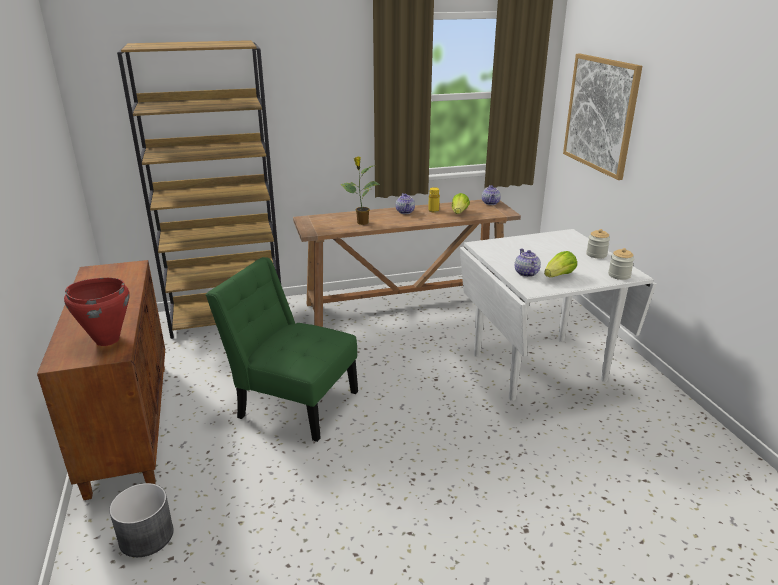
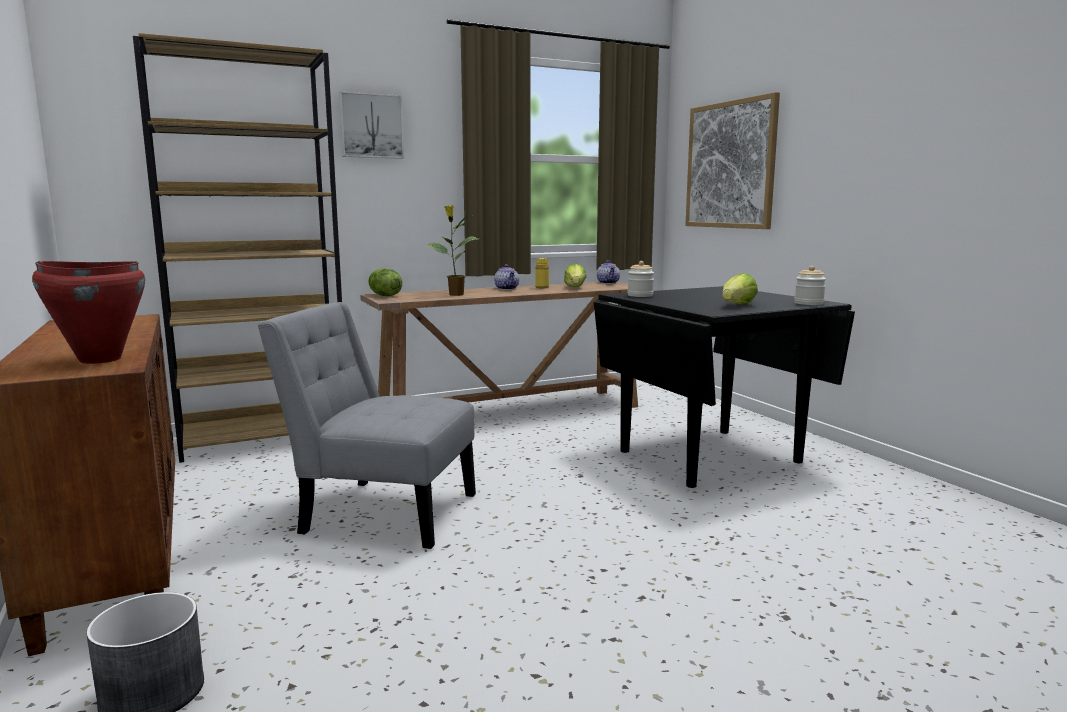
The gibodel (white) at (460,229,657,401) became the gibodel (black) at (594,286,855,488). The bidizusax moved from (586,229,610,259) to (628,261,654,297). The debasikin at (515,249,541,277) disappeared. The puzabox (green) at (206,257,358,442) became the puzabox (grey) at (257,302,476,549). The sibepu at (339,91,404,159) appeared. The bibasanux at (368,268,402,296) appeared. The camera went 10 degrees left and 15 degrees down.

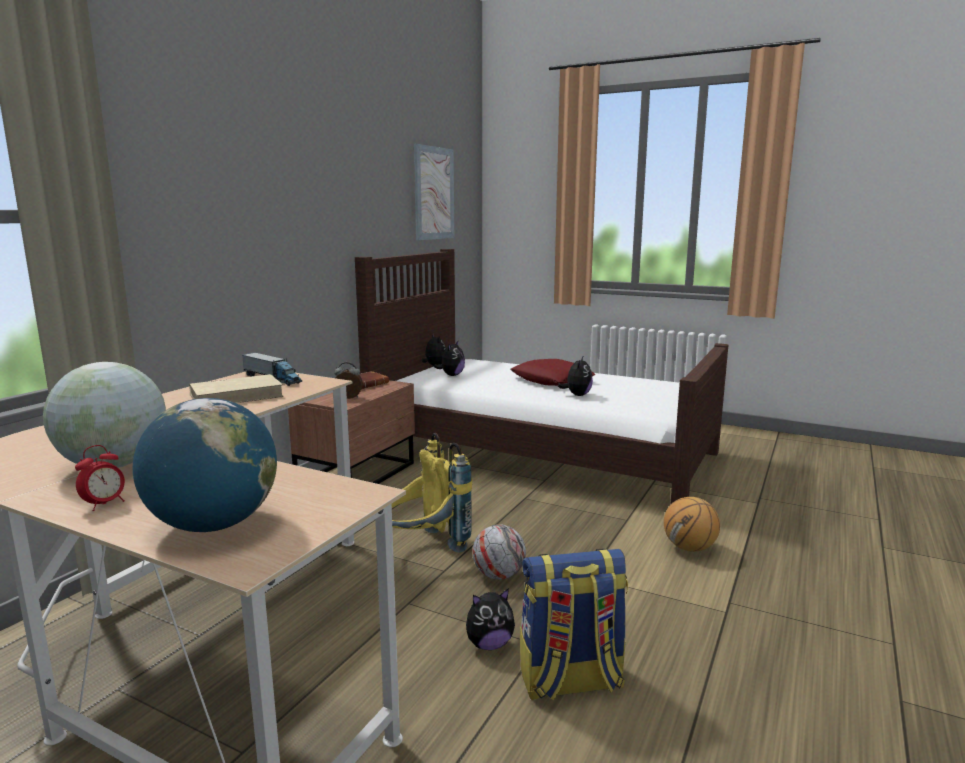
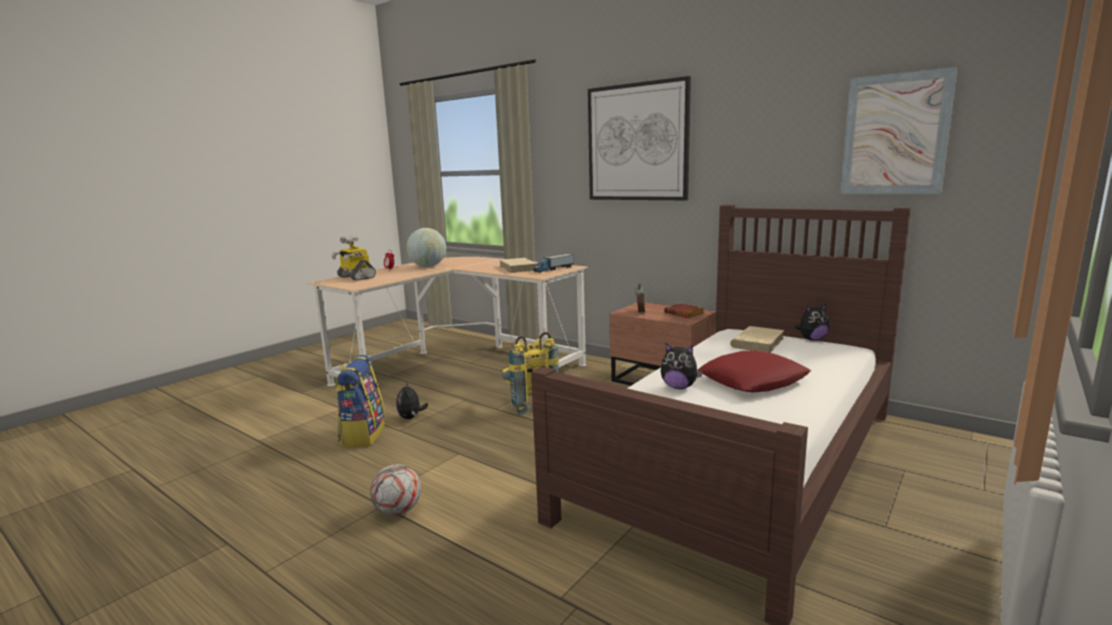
The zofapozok at (434,341,465,376) was replaced by the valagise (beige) at (730,326,785,353). The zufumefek at (133,398,277,532) was replaced by the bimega at (331,236,376,281). The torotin at (664,497,720,552) disappeared. The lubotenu moved from (473,524,526,580) to (370,464,421,516). The sibepu at (588,76,691,200) appeared. The camera went 100 degrees right and 0 degrees up.

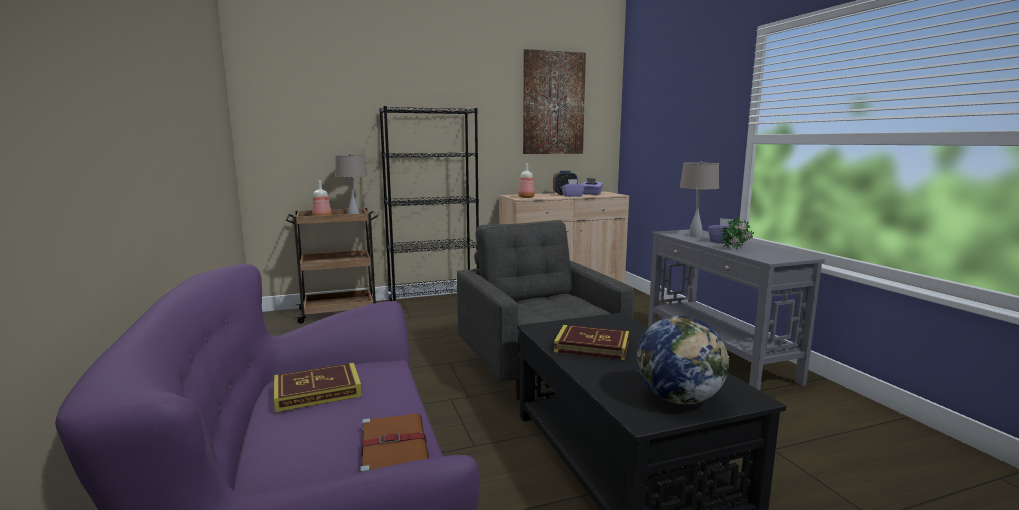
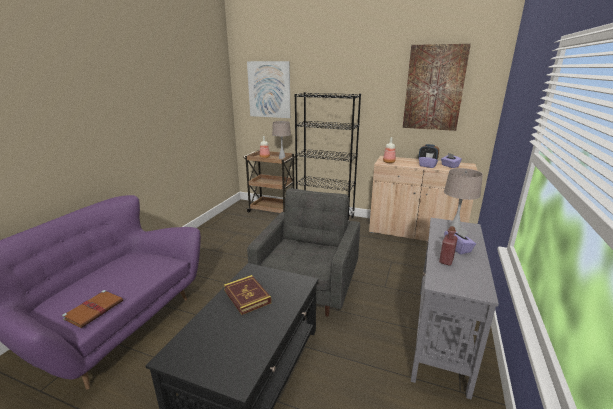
The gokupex at (721,216,754,250) was replaced by the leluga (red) at (439,226,458,265). The zufumefek at (637,316,729,405) disappeared. The valagise at (274,363,362,412) disappeared. The sibepu at (247,61,291,118) appeared. The camera went 40 degrees right and 10 degrees up.

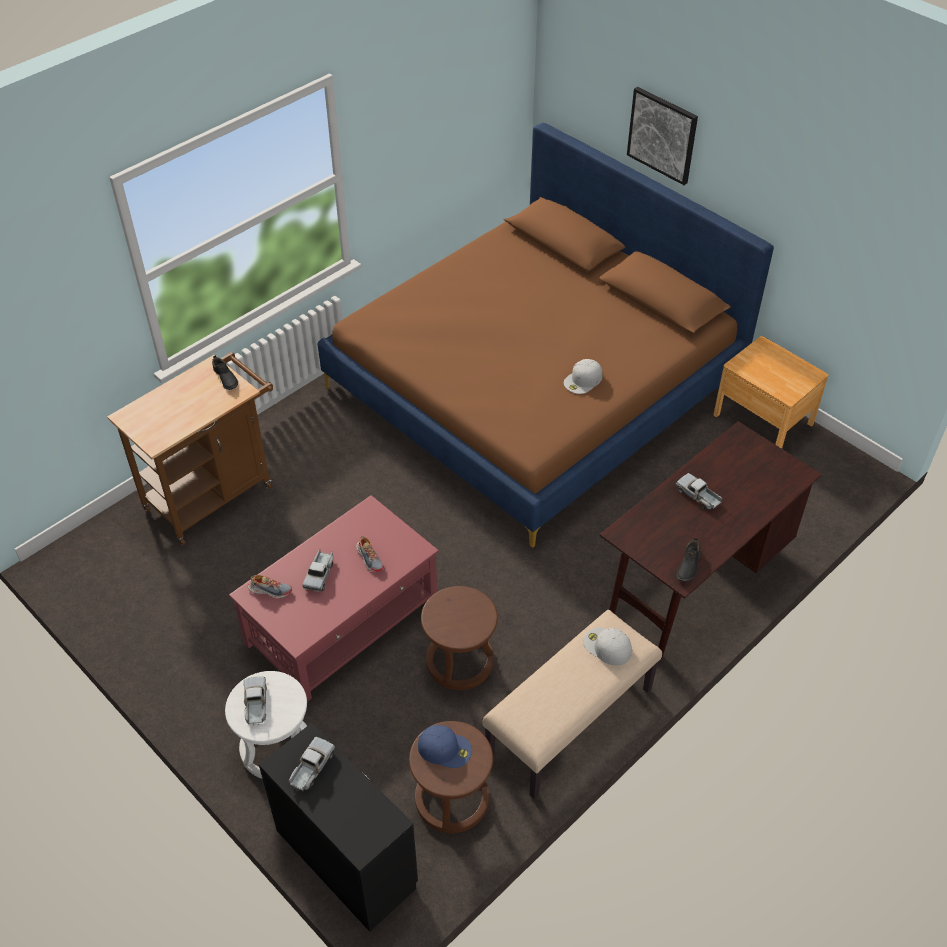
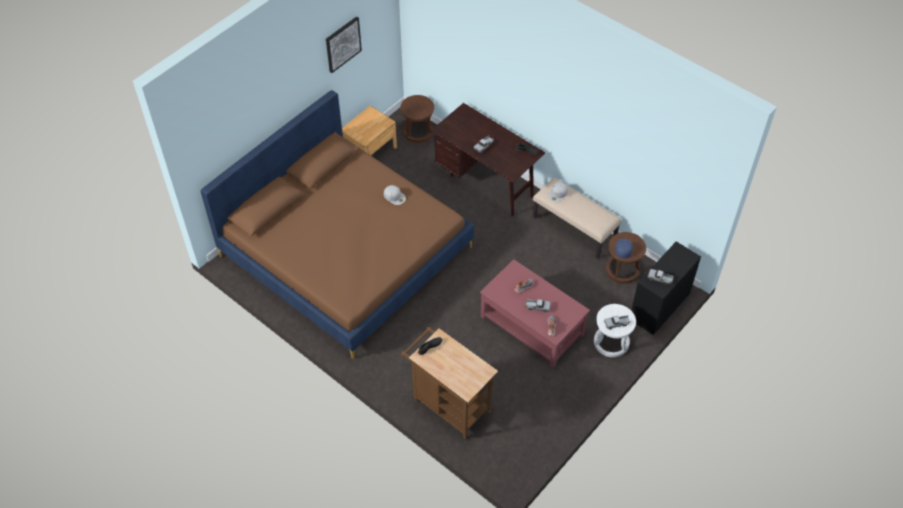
The sibepu moved from (627,87,698,185) to (326,16,362,73). The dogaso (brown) moved from (421,586,498,690) to (400,95,434,143). The camera went 95 degrees left and 5 degrees up.

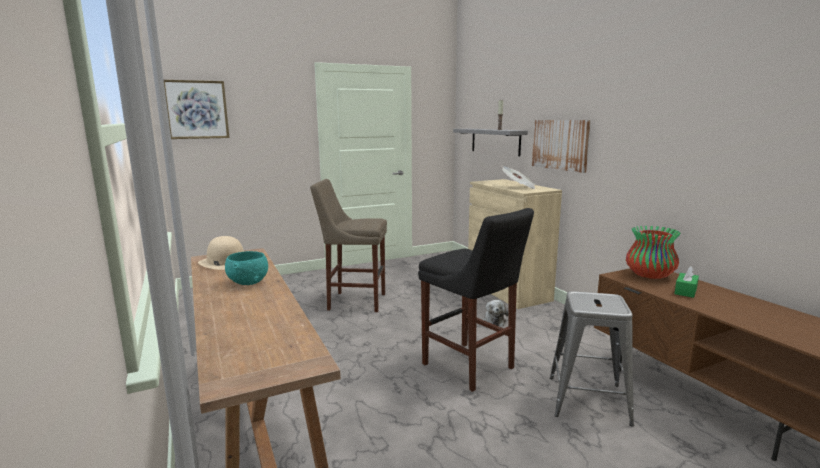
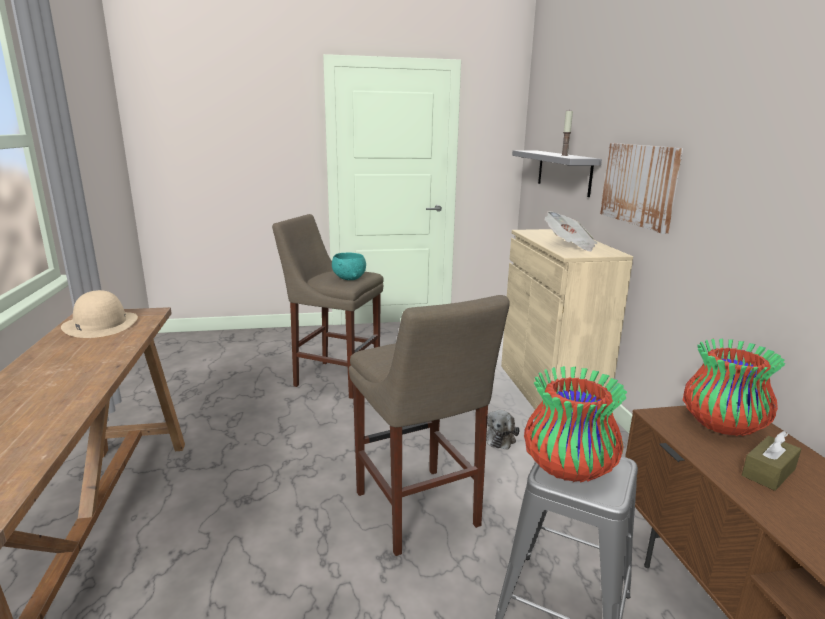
The sibepu at (164,80,229,139) disappeared. The dogaso (black) at (418,208,534,392) became the dogaso (beige) at (349,295,510,556). The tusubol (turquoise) moved from (225,251,268,285) to (332,253,366,280). The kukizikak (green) at (675,266,699,298) became the kukizikak (brown) at (742,431,801,491). The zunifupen at (524,366,627,483) appeared. The camera went 15 degrees right and 5 degrees up.

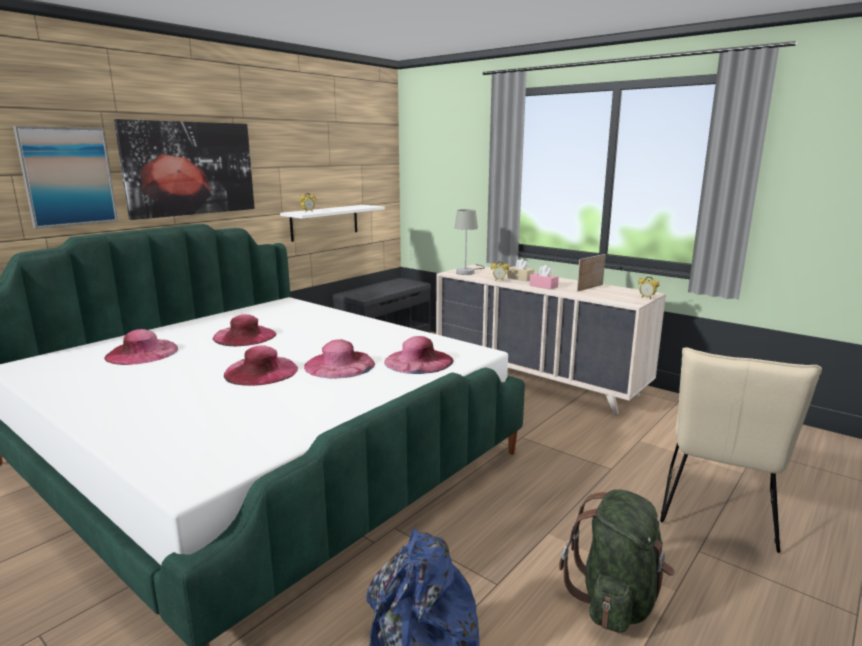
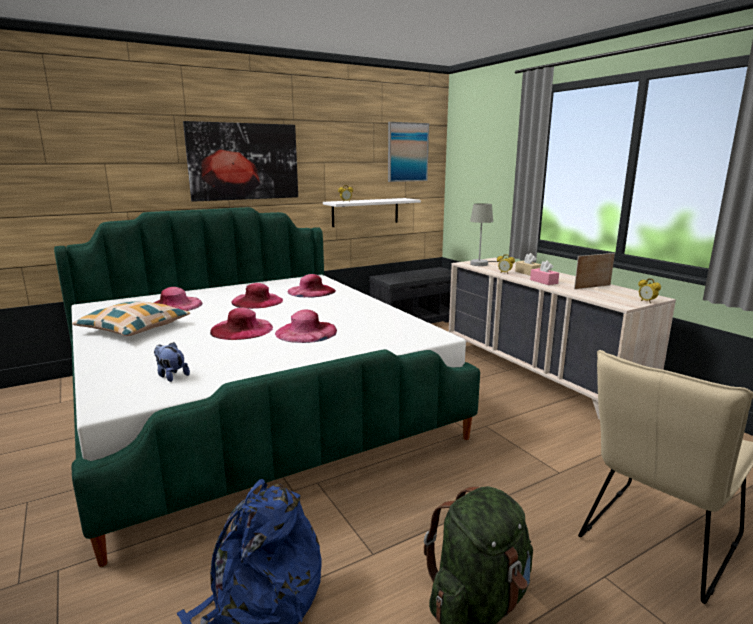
The sibepu moved from (13,126,118,229) to (388,122,429,182). The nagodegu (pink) moved from (384,336,453,374) to (288,274,336,297). The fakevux at (72,301,190,336) appeared. The zofapozok at (154,342,190,382) appeared. The camera went 20 degrees right and 0 degrees up.

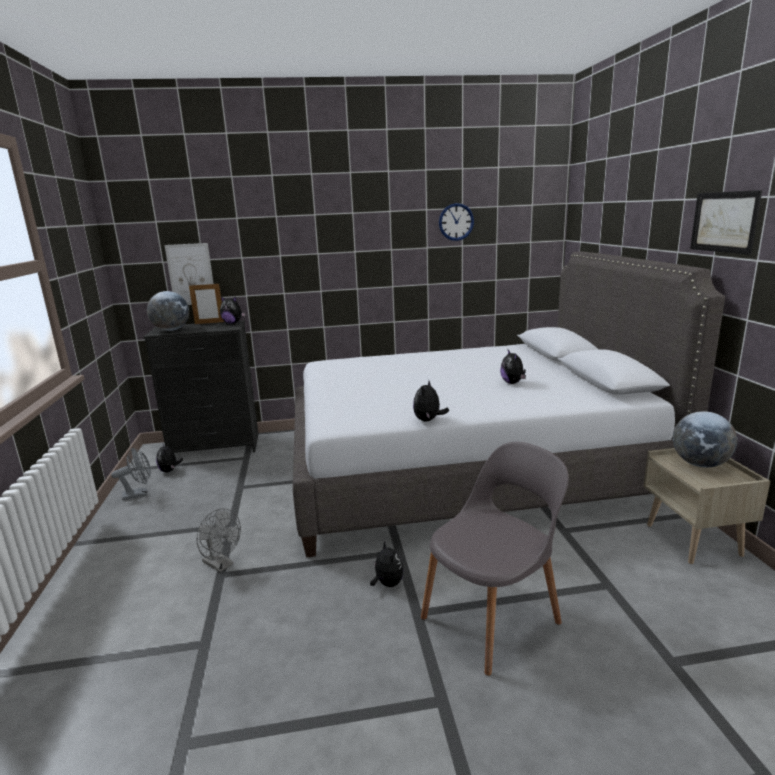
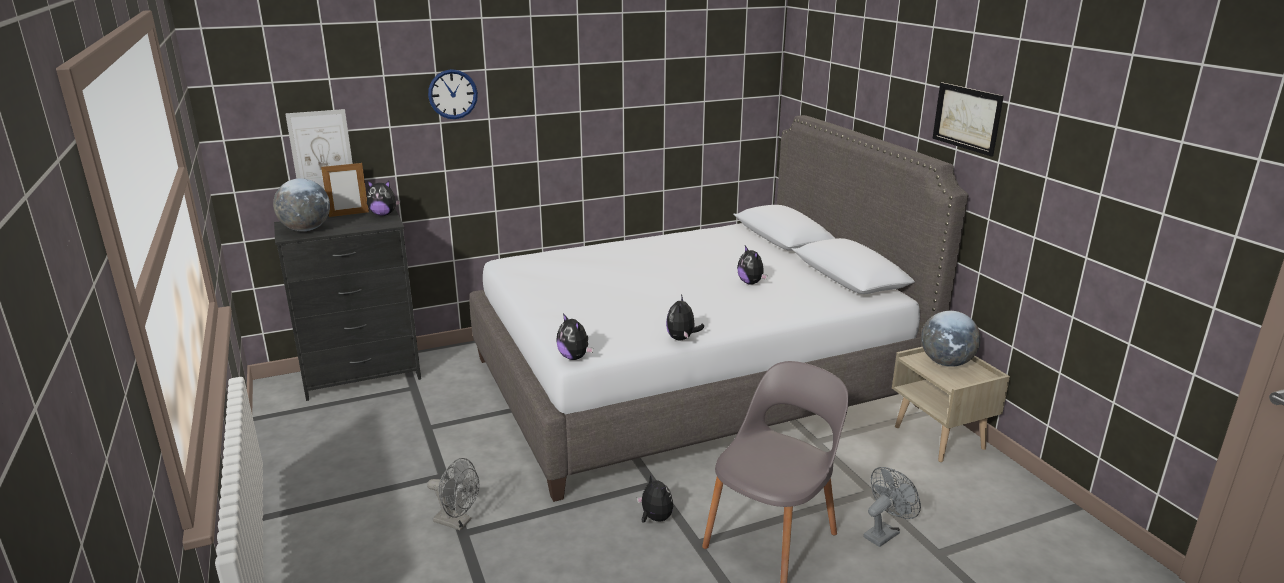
The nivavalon moved from (439,203,474,241) to (428,69,478,119). The zofapozok moved from (156,442,183,472) to (556,313,593,360). The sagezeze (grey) moved from (111,448,151,500) to (863,467,921,547). The camera went 15 degrees left and 5 degrees up.

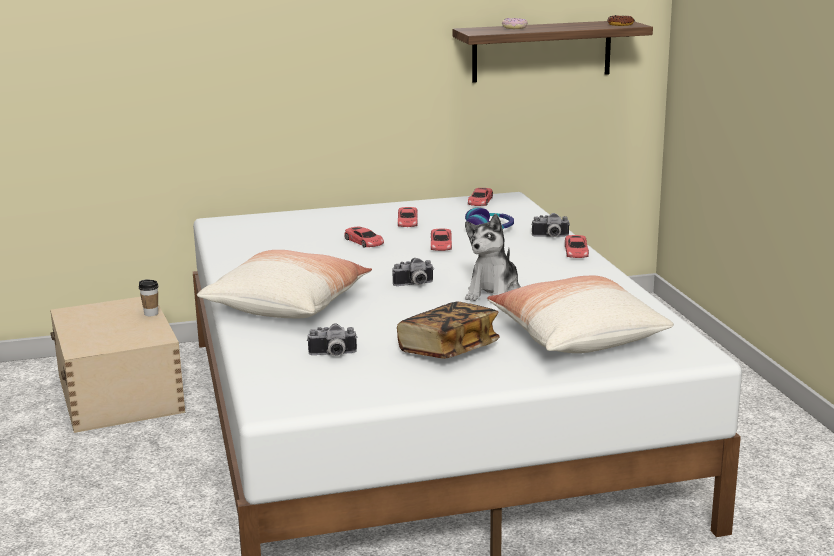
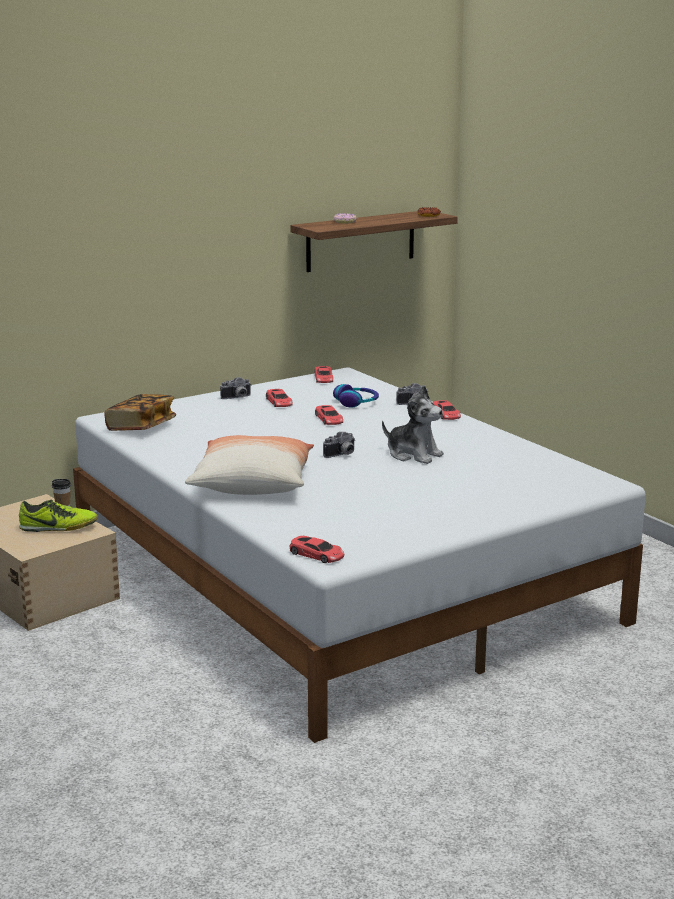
The zofapozok at (465,214,521,301) turned 60 degrees counterclockwise. The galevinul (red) moved from (344,227,384,247) to (289,536,344,563). The fakevux at (487,276,674,353) disappeared. The valagise moved from (397,302,500,359) to (104,394,176,431). The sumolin moved from (307,323,358,356) to (220,377,252,399). The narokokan at (19,500,98,532) appeared. The camera went 20 degrees left and 0 degrees up.

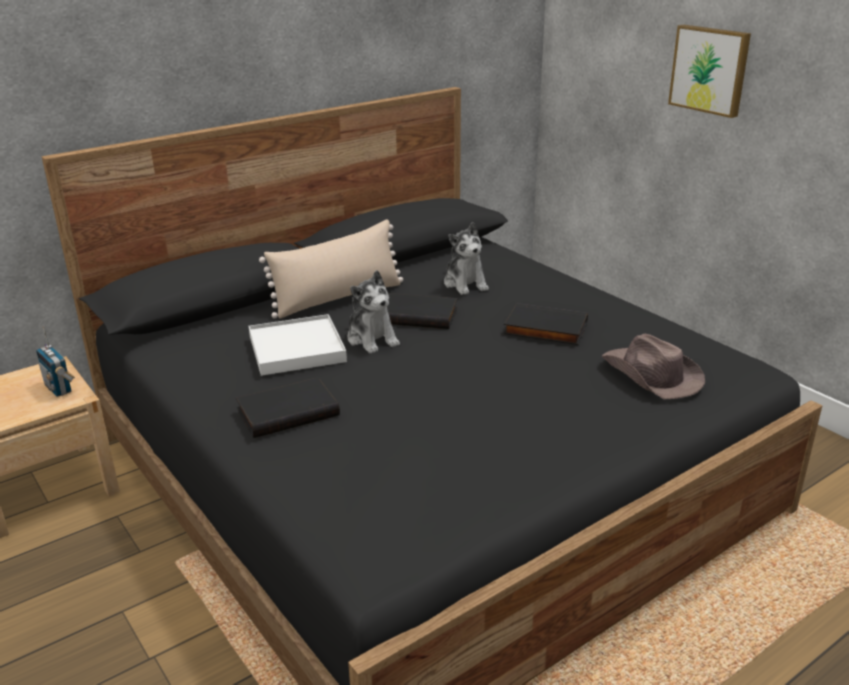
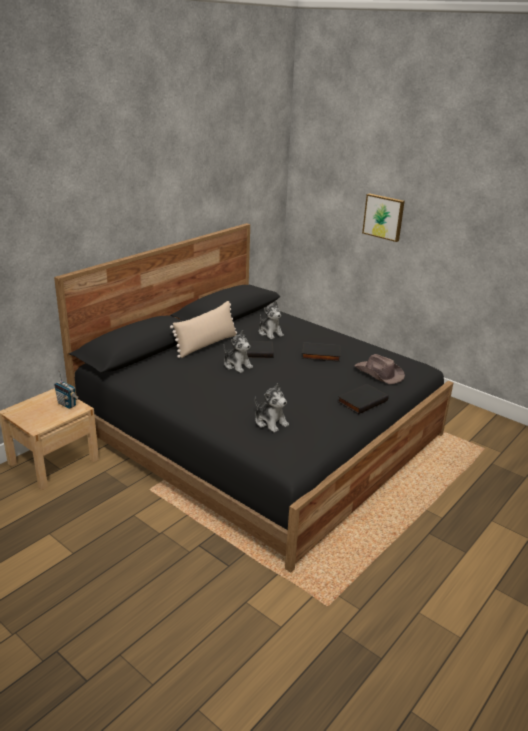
The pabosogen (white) at (249,314,347,376) disappeared. The valagise (black) moved from (236,377,340,438) to (337,384,388,414). The zofapozok at (255,383,289,433) appeared. The camera went 15 degrees left and 0 degrees up.

